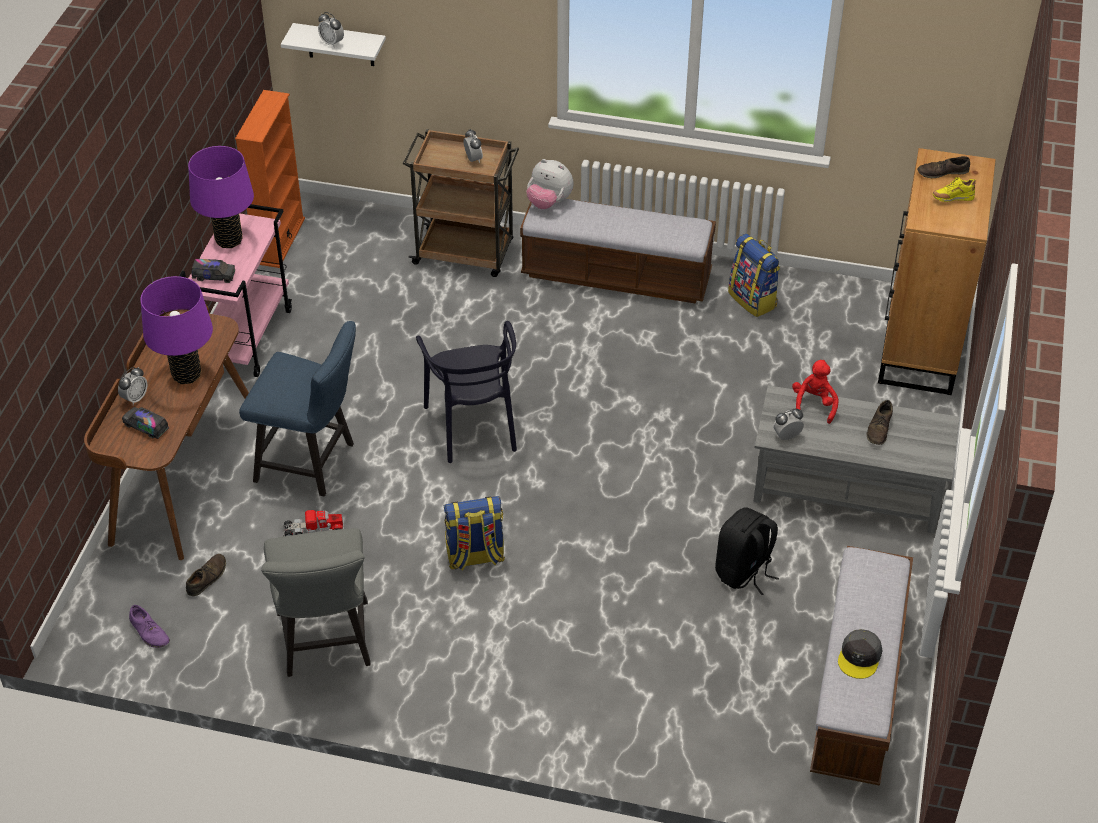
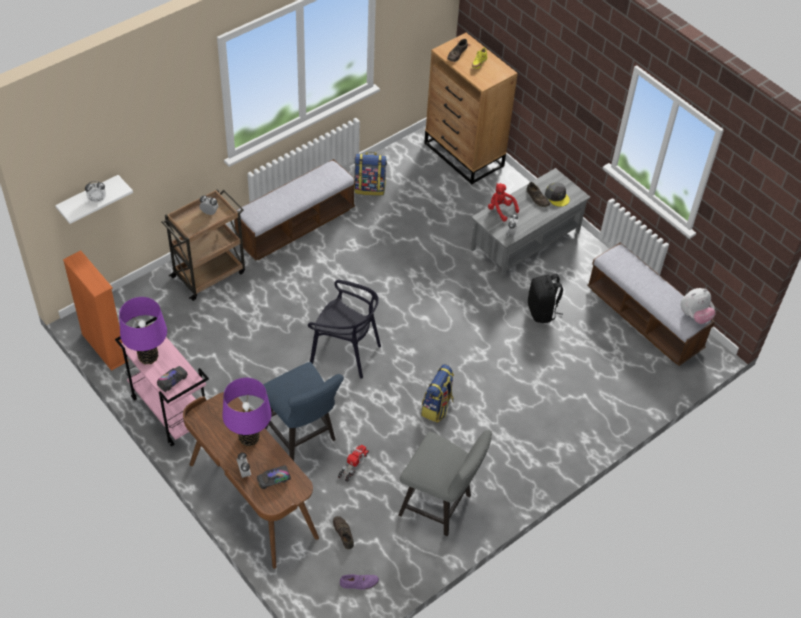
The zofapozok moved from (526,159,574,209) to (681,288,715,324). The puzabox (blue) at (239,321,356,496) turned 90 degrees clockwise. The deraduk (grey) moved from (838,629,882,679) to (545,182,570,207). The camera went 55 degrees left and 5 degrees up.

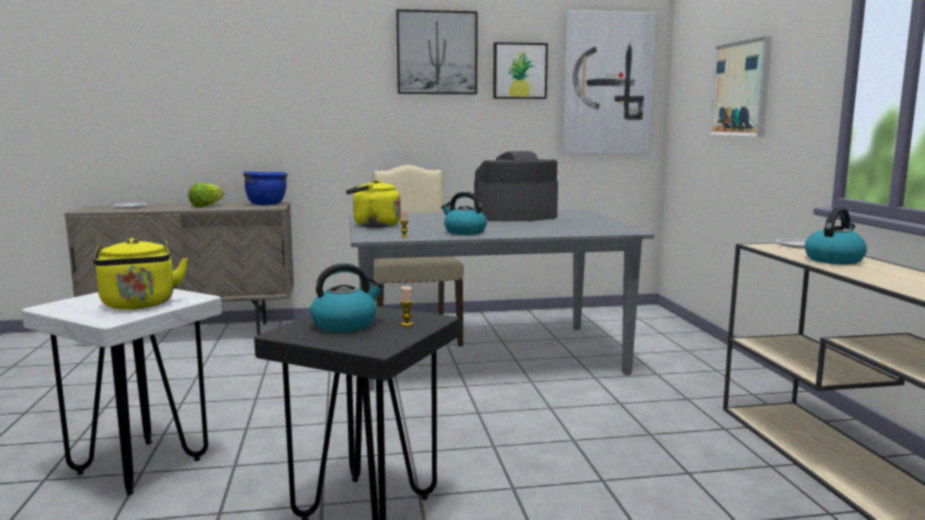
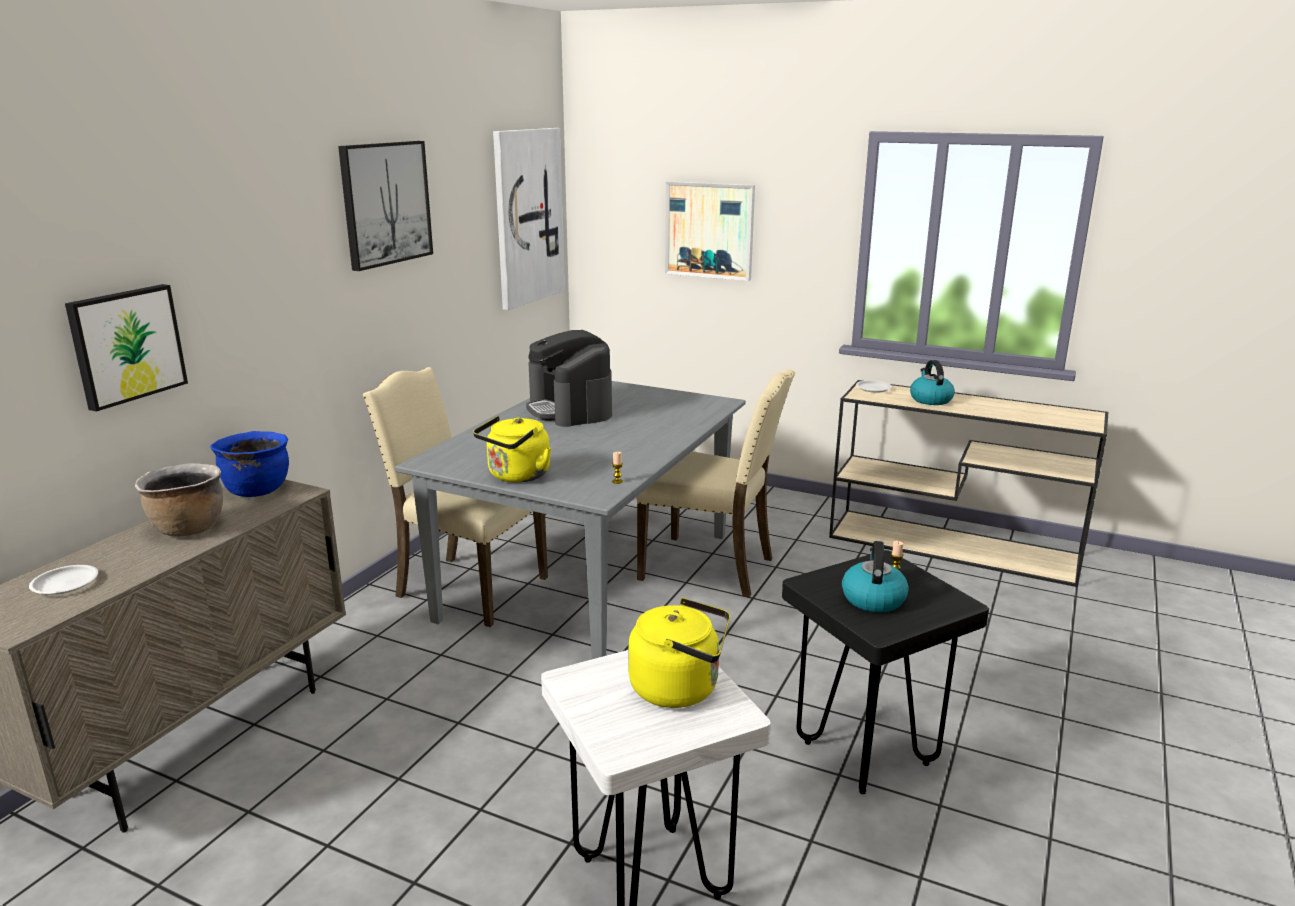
The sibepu moved from (493,42,548,99) to (65,284,188,412). The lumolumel at (474,151,558,221) turned 45 degrees counterclockwise. The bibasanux at (188,183,224,207) was replaced by the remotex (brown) at (135,463,223,536). The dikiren at (441,192,487,235) disappeared. The puzabox (beige) at (636,369,795,597) appeared. The camera went 55 degrees left and 10 degrees up.

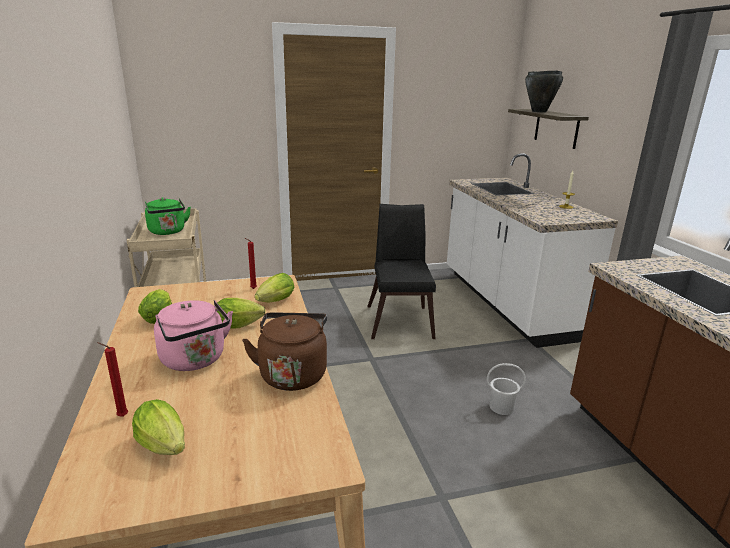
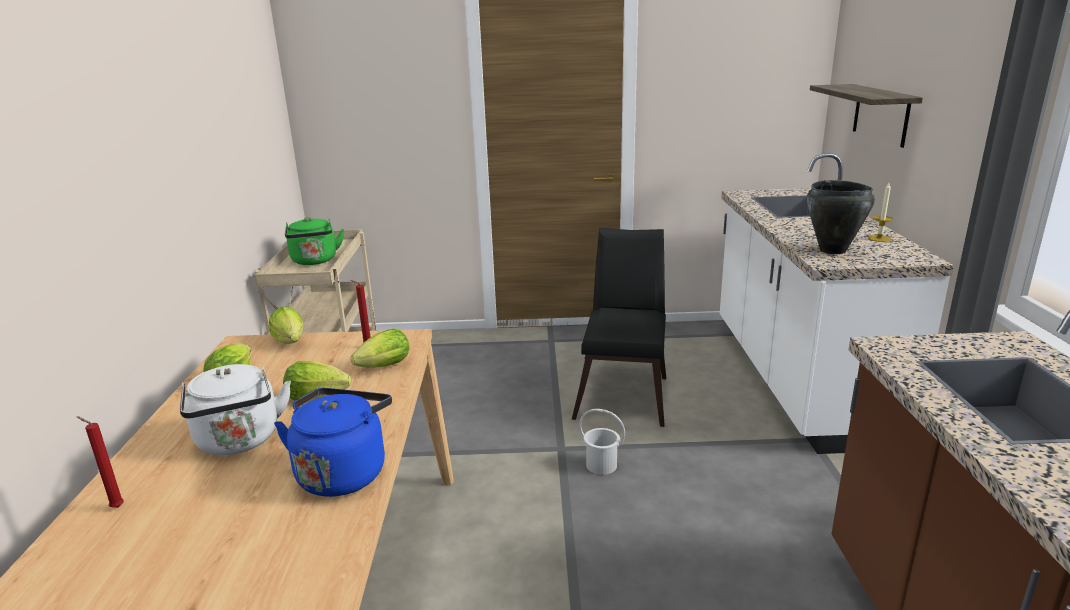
The remotex (black) moved from (525,70,563,112) to (807,180,875,254). The dikiren (pink) at (154,300,233,371) became the dikiren (white) at (180,364,291,455). The dikiren (brown) at (242,312,327,391) became the dikiren (blue) at (274,388,392,497). The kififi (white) moved from (487,363,526,415) to (579,409,625,475). The bibasanux moved from (132,399,185,455) to (269,307,304,344). The camera went 15 degrees right and 0 degrees up.

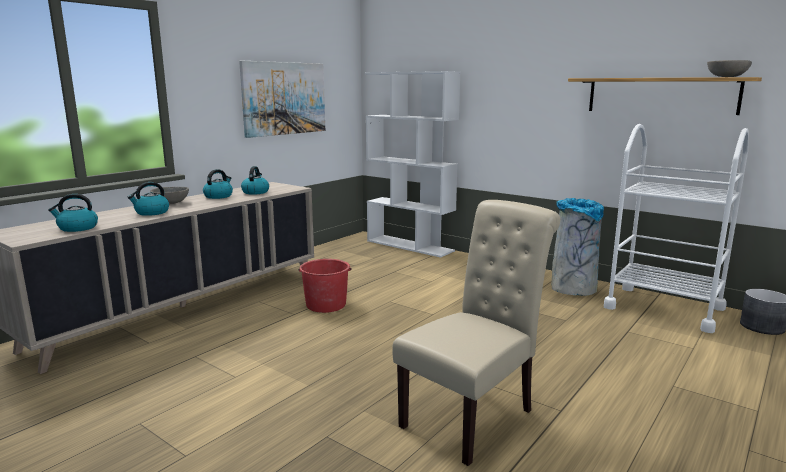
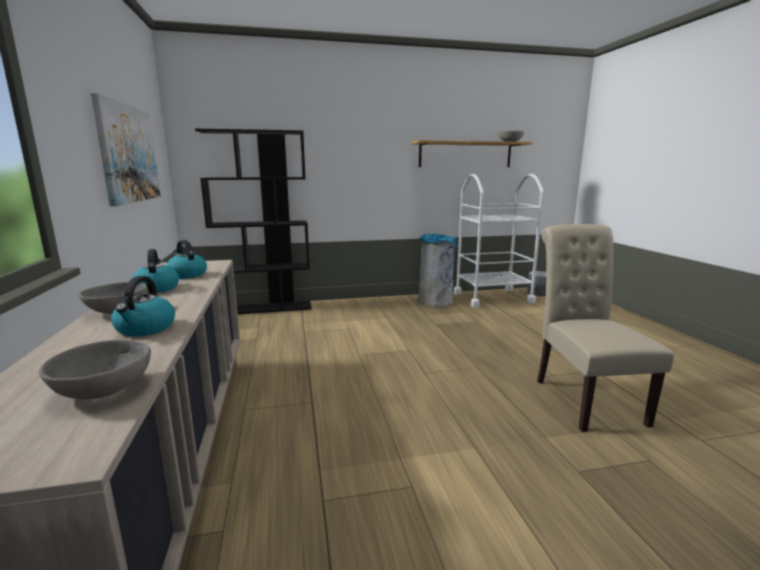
The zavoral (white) at (365,71,461,258) became the zavoral (black) at (195,129,312,314). The dikiren at (48,194,98,232) was replaced by the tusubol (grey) at (39,340,151,399). The kififi (red) at (298,259,352,313) disappeared. The camera went 50 degrees left and 0 degrees up.

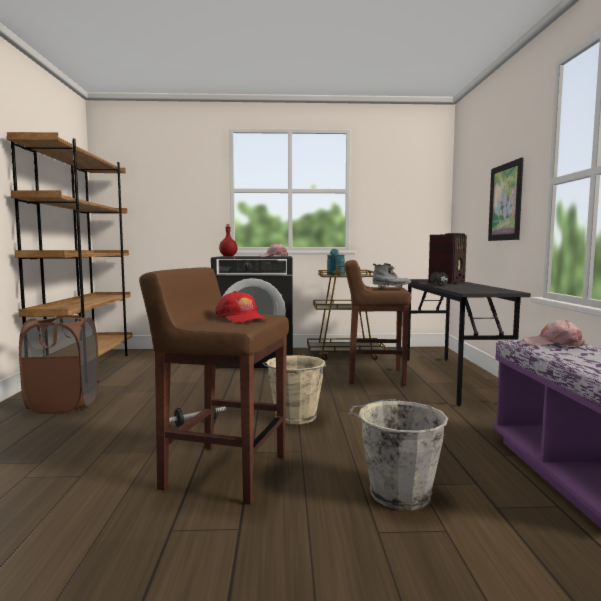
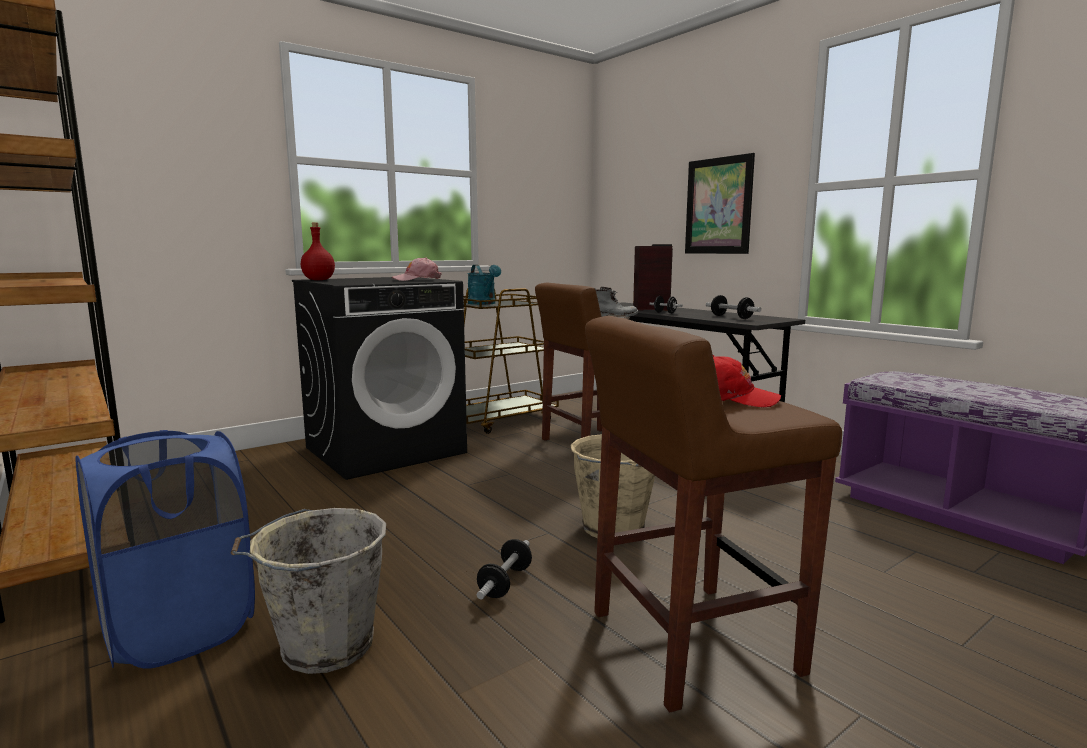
The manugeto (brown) at (19,315,99,414) became the manugeto (blue) at (75,430,255,669). The deraduk (pink) at (523,320,585,347) disappeared. The kififi (grey) moved from (348,399,448,510) to (231,508,386,674). The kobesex at (706,295,761,319) appeared. The camera went 35 degrees left and 5 degrees up.

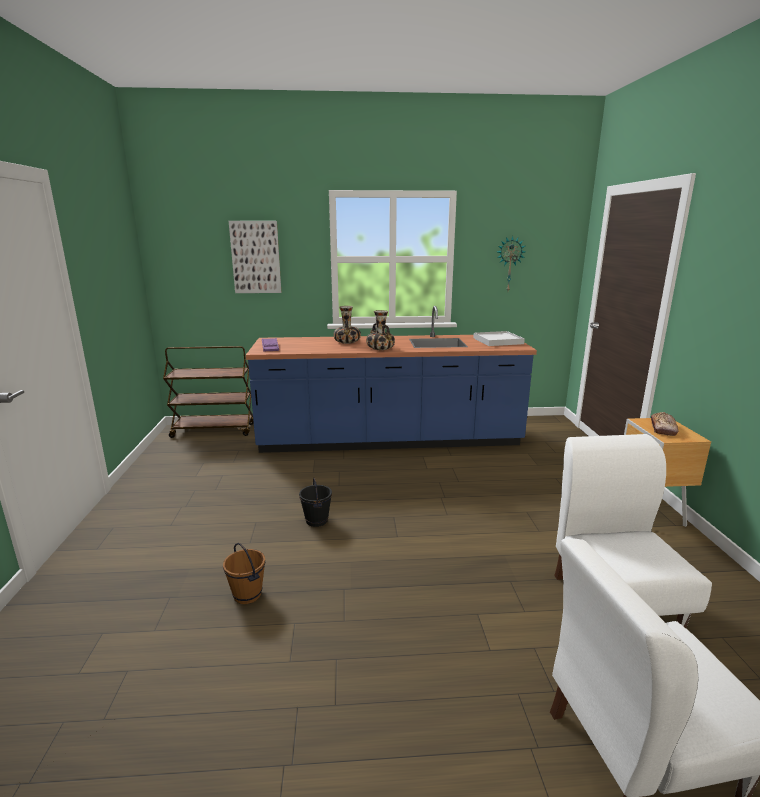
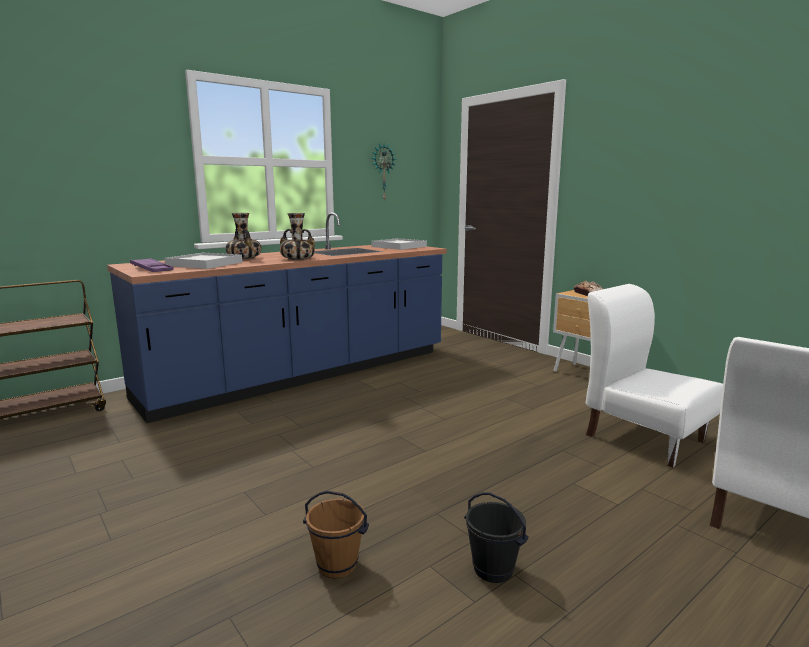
The sibepu at (229,221,281,293) disappeared. The kififi (black) moved from (299,477,332,527) to (464,492,529,583). The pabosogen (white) at (164,253,242,269) appeared. The camera went 35 degrees left and 5 degrees down.

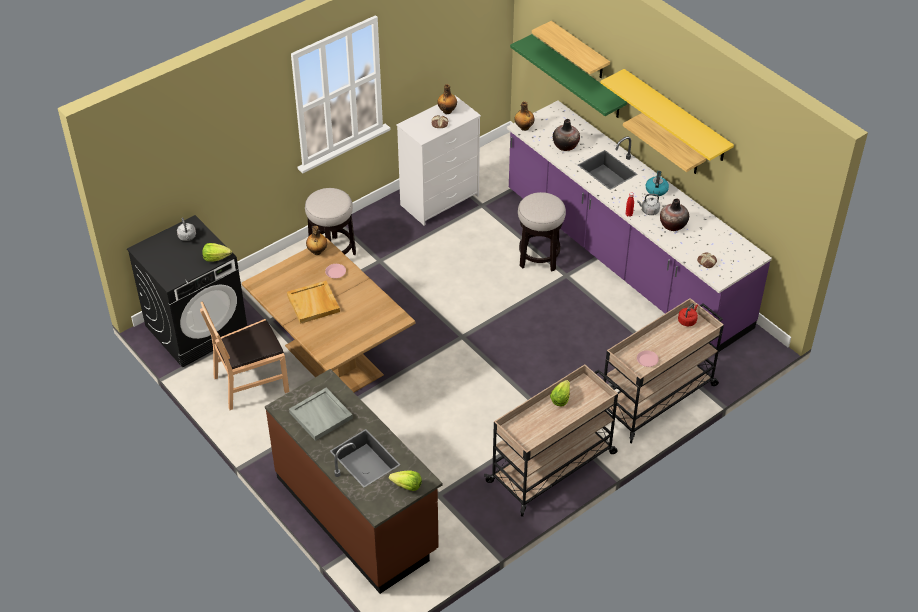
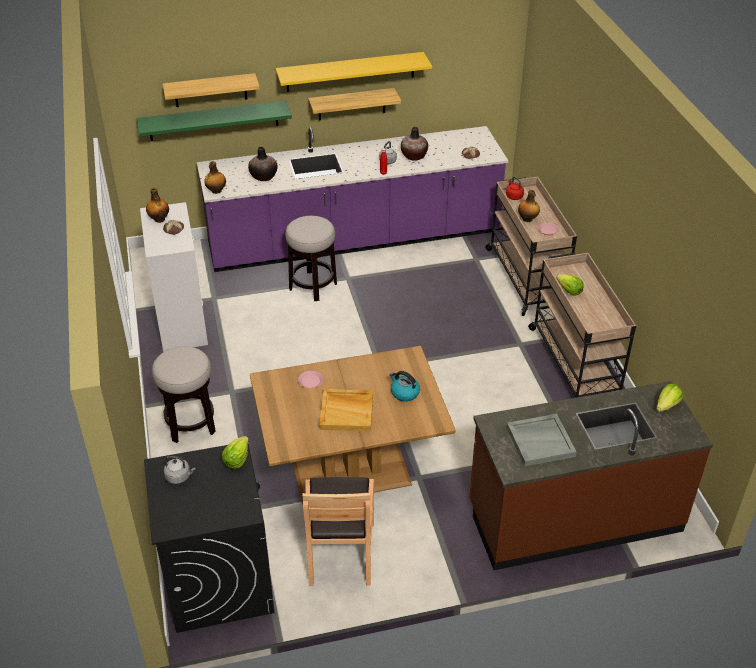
The dikiren moved from (646,171,669,196) to (389,371,420,402). The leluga moved from (306,226,327,255) to (518,190,540,222). The camera went 65 degrees left and 5 degrees down.

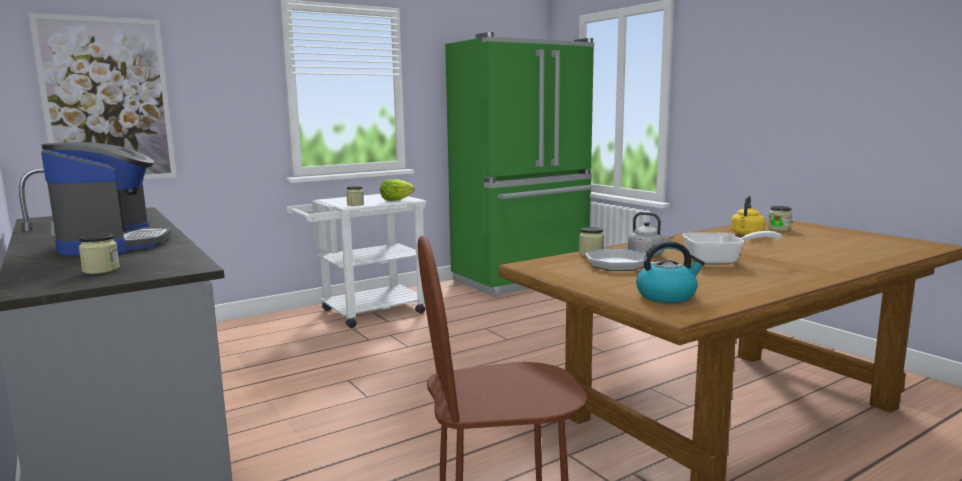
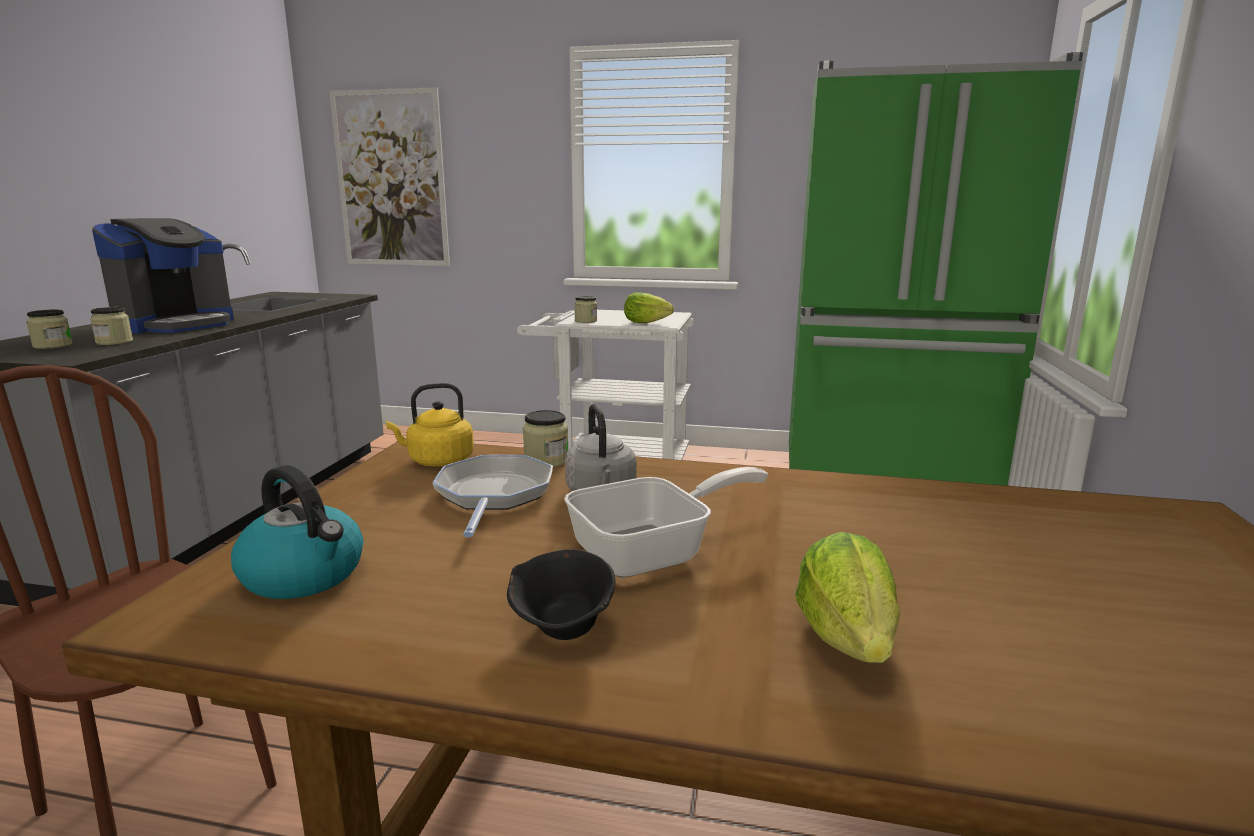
The dikiren (yellow) moved from (731,196,765,235) to (386,383,474,466). The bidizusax moved from (768,206,792,231) to (90,307,133,345). The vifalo at (682,231,782,265) turned 75 degrees counterclockwise. The bibasanux at (795,532,900,663) appeared. The tusubol (black) at (507,549,616,640) appeared. The camera went 45 degrees right and 5 degrees up.

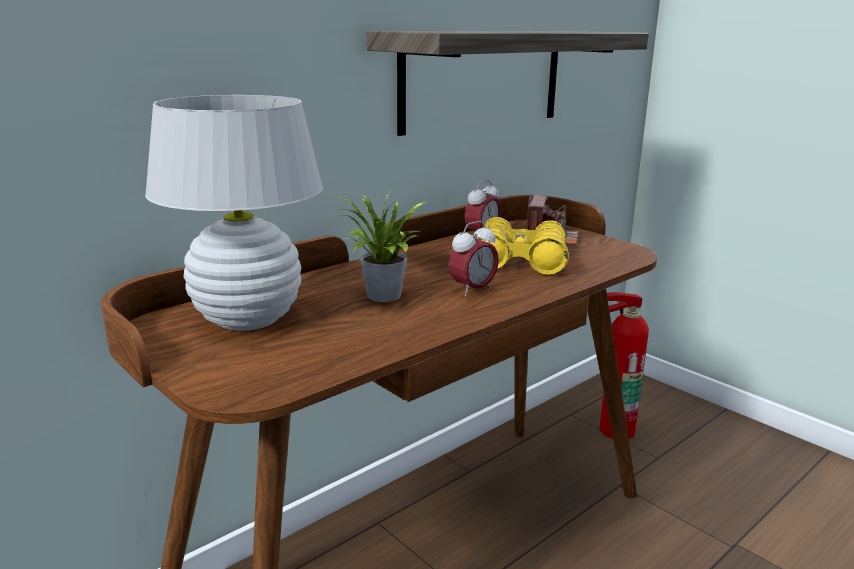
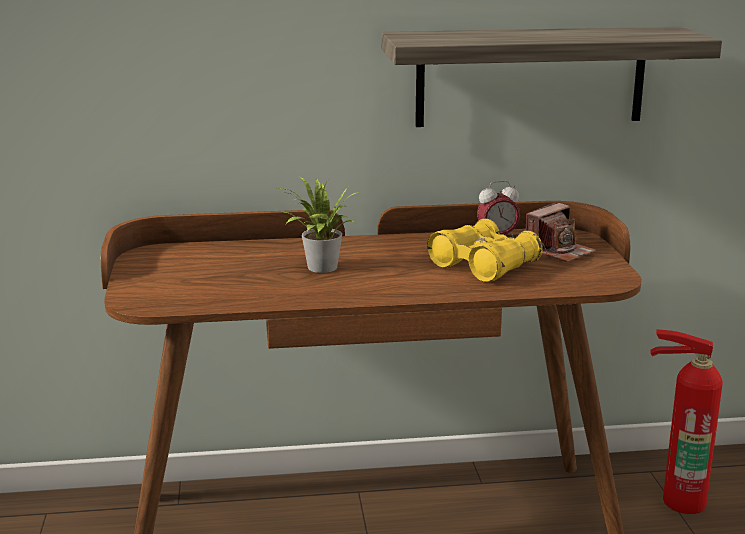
The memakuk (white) at (145,95,323,331) disappeared. The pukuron at (448,221,499,297) disappeared. The camera went 35 degrees right and 0 degrees up.

